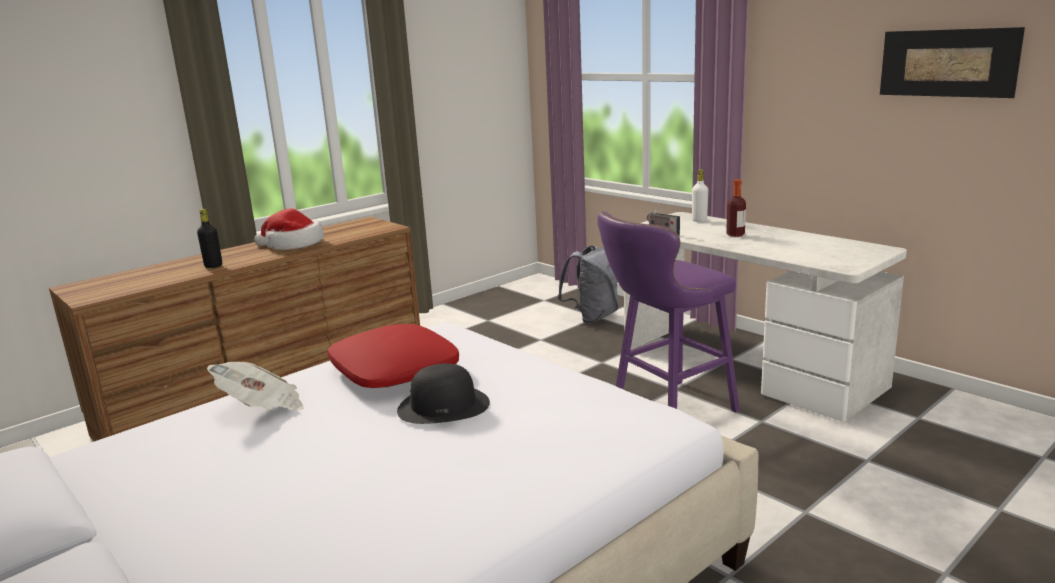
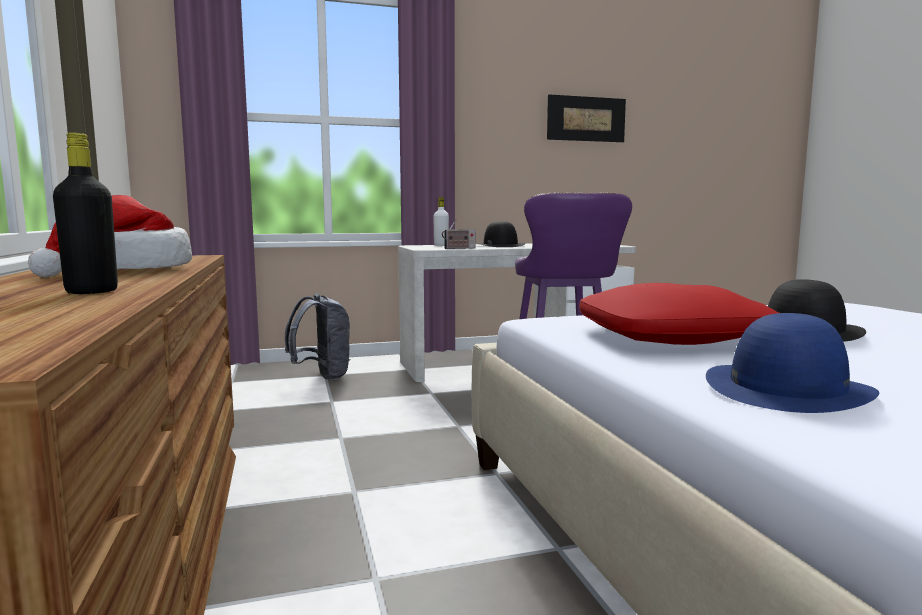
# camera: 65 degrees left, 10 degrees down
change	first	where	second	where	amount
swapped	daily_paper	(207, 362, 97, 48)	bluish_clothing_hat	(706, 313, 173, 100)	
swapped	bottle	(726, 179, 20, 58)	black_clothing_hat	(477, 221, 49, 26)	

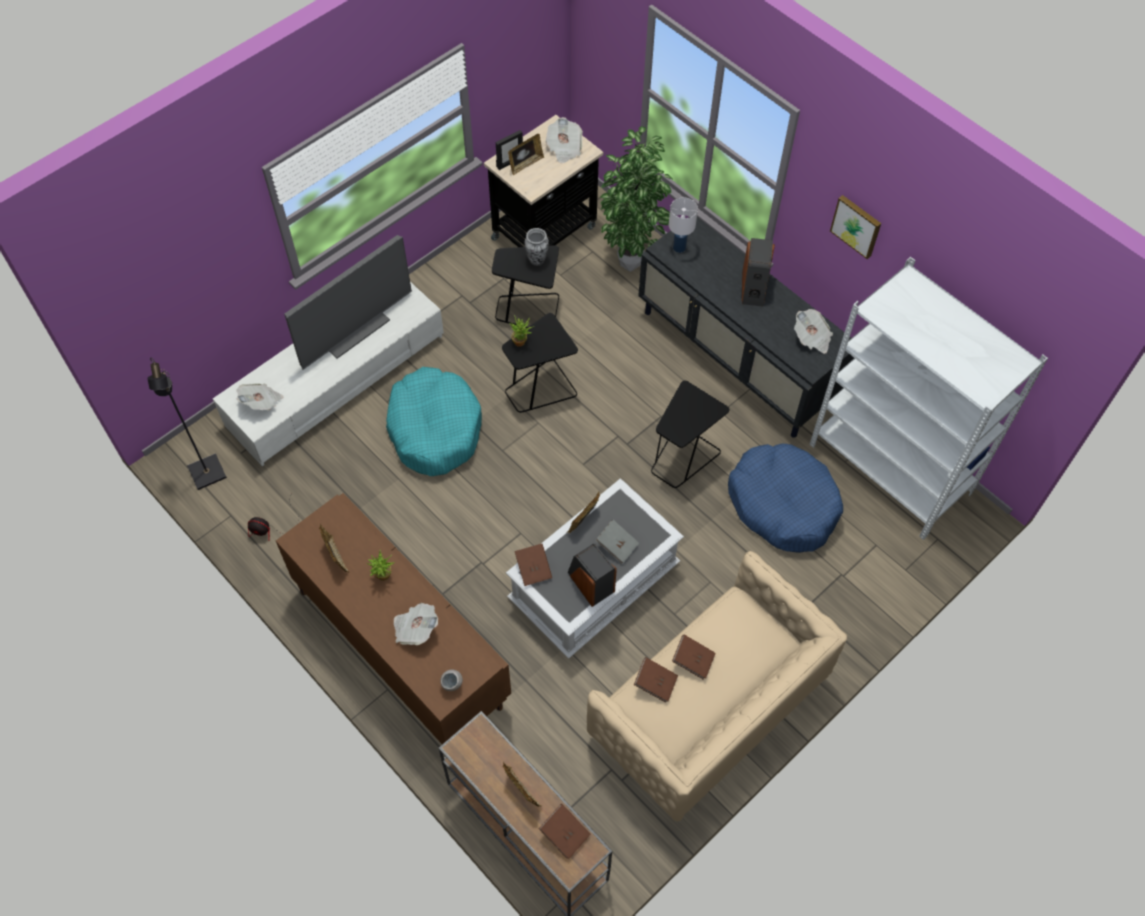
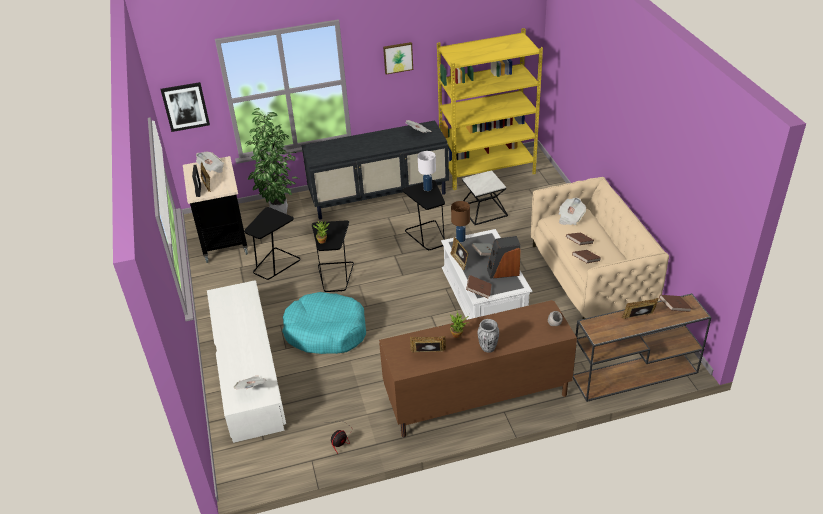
# camera: 60 degrees left, 20 degrees down
change	first	where	second	where	amount
gone	black_floor_lamp	(147, 357, 80, 133)			
gone	TV	(284, 235, 128, 135)			
shifted	daily_paper	(393, 603, 45, 42)		(558, 198, 28, 27)	
shifted	flower_vase	(525, 228, 24, 38)		(478, 319, 21, 34)	
shifted	white_table_lamp	(669, 197, 29, 56)		(418, 151, 18, 40)	
swapped	bluish_dog_bed	(728, 444, 115, 109)	end_table	(462, 170, 46, 55)	
gone	speaker	(741, 238, 34, 69)			
repainted	white_bookcase	(810, 257, 238, 283)	yellow-coloured_bookcase	(437, 28, 106, 162)	
new			wall_picture	(161, 82, 49, 50)	
new			brownish_table_lamp	(451, 201, 19, 41)	

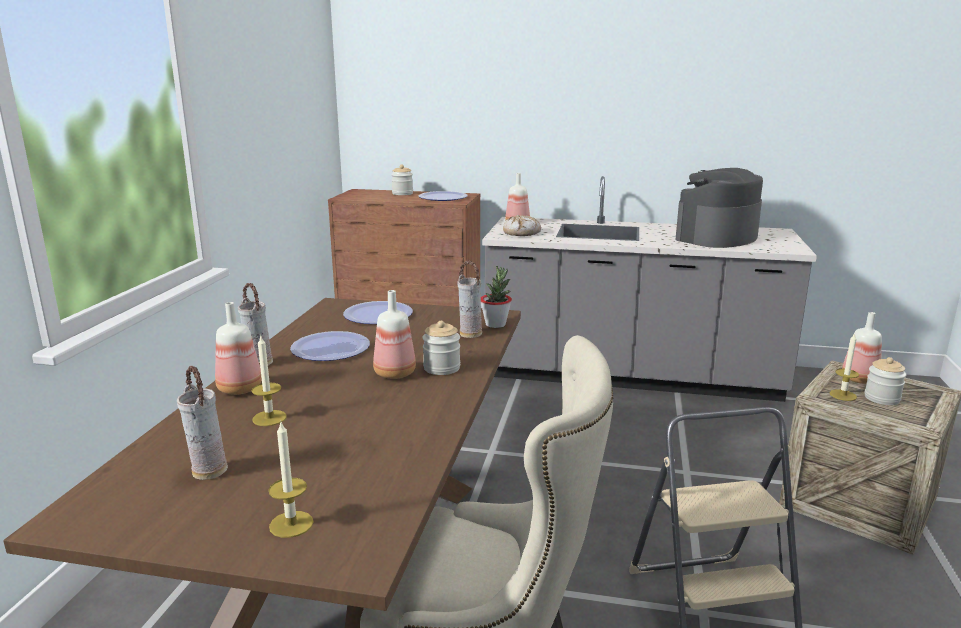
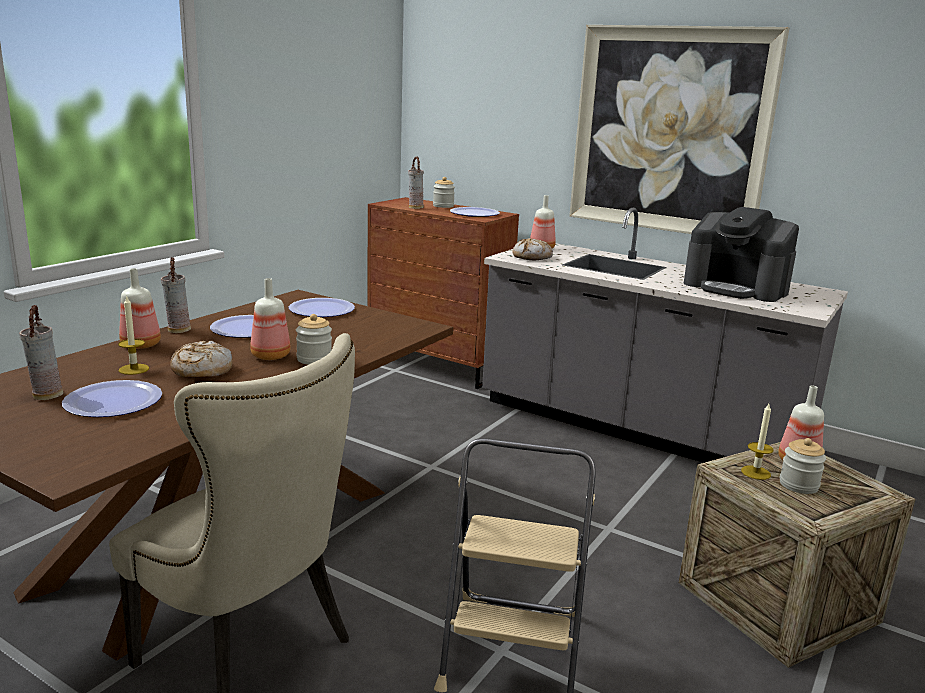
# camera: 20 degrees right, 0 degrees up
change	first	where	second	where	amount
gone	wax_light	(268, 420, 46, 118)			
shifted	flower_vase	(458, 261, 24, 77)		(408, 156, 16, 53)	
gone	plant_in_a_pot	(481, 266, 31, 62)			
rotated	coffee_maker	(676, 168, 87, 80)		(684, 207, 115, 95)	120 degrees counterclockwise
new			dinner_plate	(62, 380, 100, 37)	
new			bread	(170, 341, 62, 37)	
new			wall_picture	(569, 25, 220, 209)	

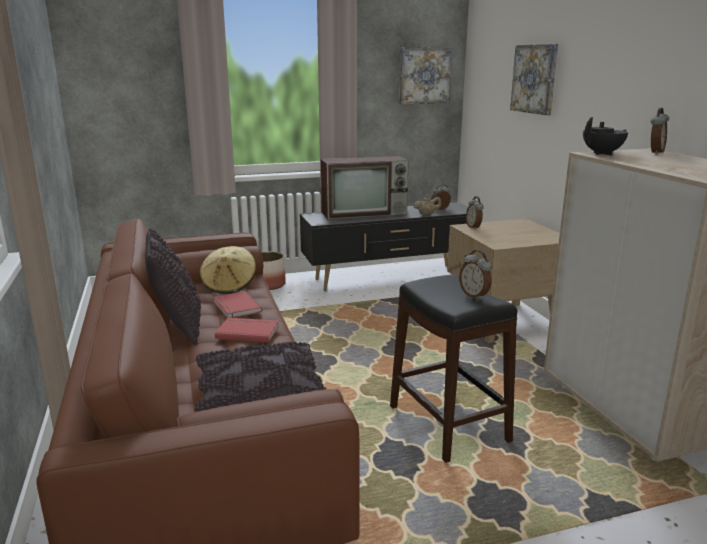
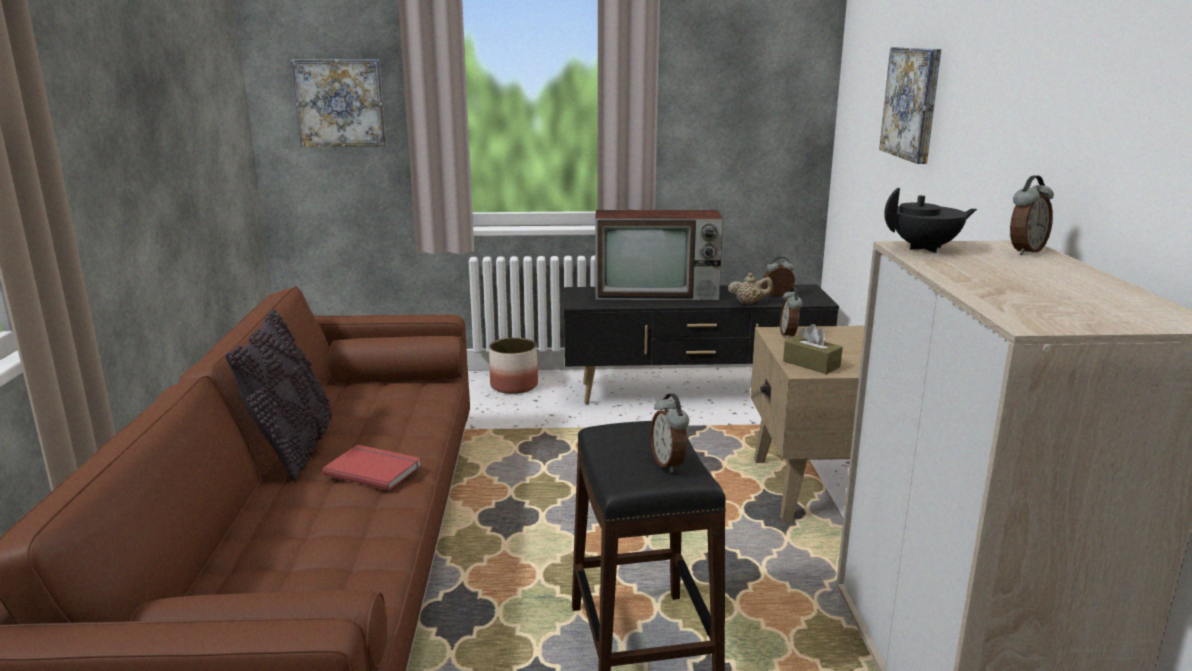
# camera: 15 degrees right, 0 degrees up
change	first	where	second	where	amount
gone	black_cushion	(195, 342, 131, 70)			
gone	beige-coloured_clothing_hat	(200, 246, 56, 48)			
gone	red-coloured_volume	(213, 291, 49, 27)			
shifted	wall_picture	(399, 47, 54, 57)		(291, 59, 95, 88)	
new			brownish_box_of_tissues	(783, 324, 60, 50)	

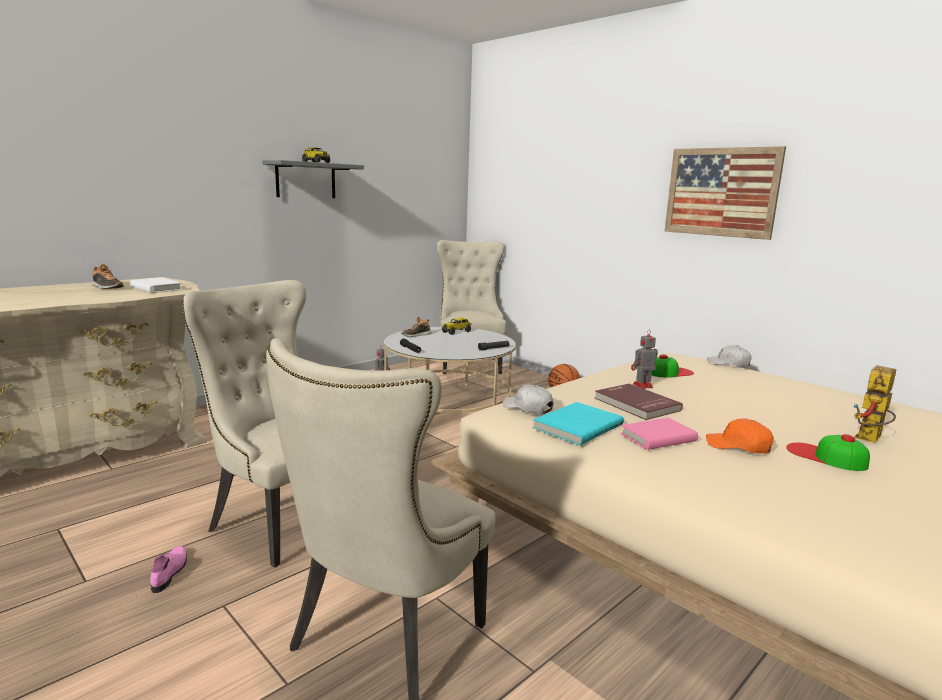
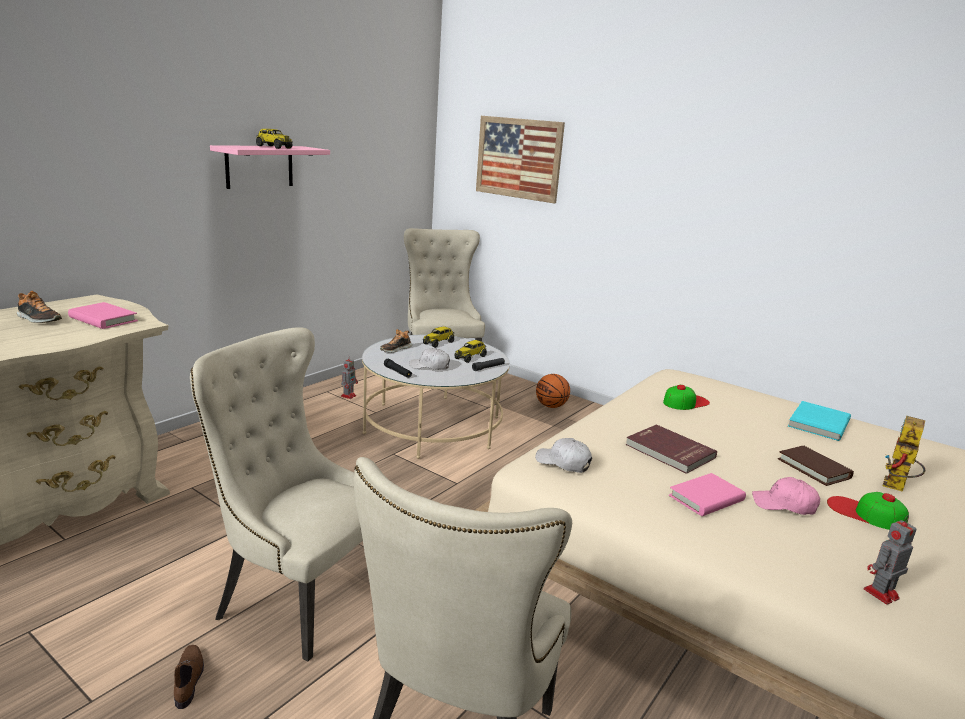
# camera: 10 degrees left, 5 degrees up
change	first	where	second	where	amount
repainted	white_volume	(130, 277, 53, 16)	pinkish_volume	(68, 302, 70, 27)	
repainted	pinkish_shoe	(150, 546, 37, 47)	brownish_shoe	(174, 645, 30, 64)	
repainted	greyish_shelf	(262, 160, 102, 38)	pinkish_shelf	(210, 145, 120, 44)	
shifted	turquoise_volume	(533, 402, 91, 43)		(788, 401, 63, 40)	
shifted	toy_robot	(631, 330, 27, 59)		(864, 515, 53, 90)	
shifted	wall_picture	(665, 146, 121, 94)		(476, 116, 89, 88)	
repainted	orange_baseball_cap	(706, 418, 68, 36)	pinkish_baseball_cap	(752, 477, 68, 38)	
shifted	white_baseball_cap	(707, 345, 45, 22)		(410, 348, 40, 22)	
new			toy_truck	(455, 340, 32, 23)	
new			brownish_volume	(778, 446, 76, 40)	

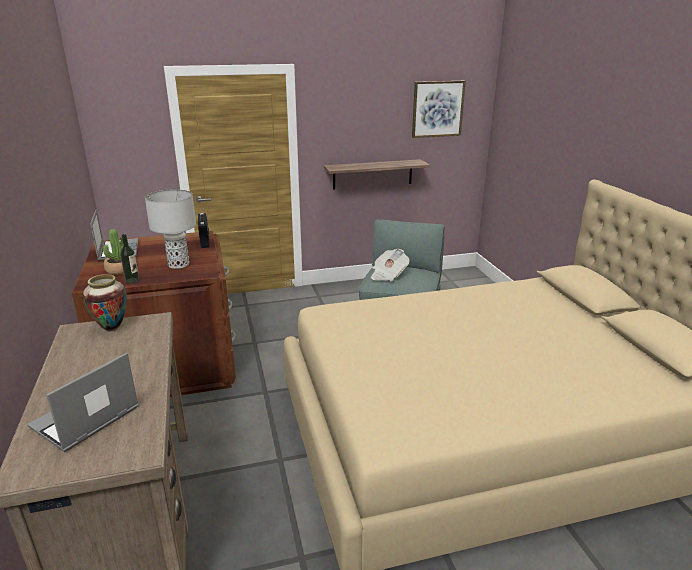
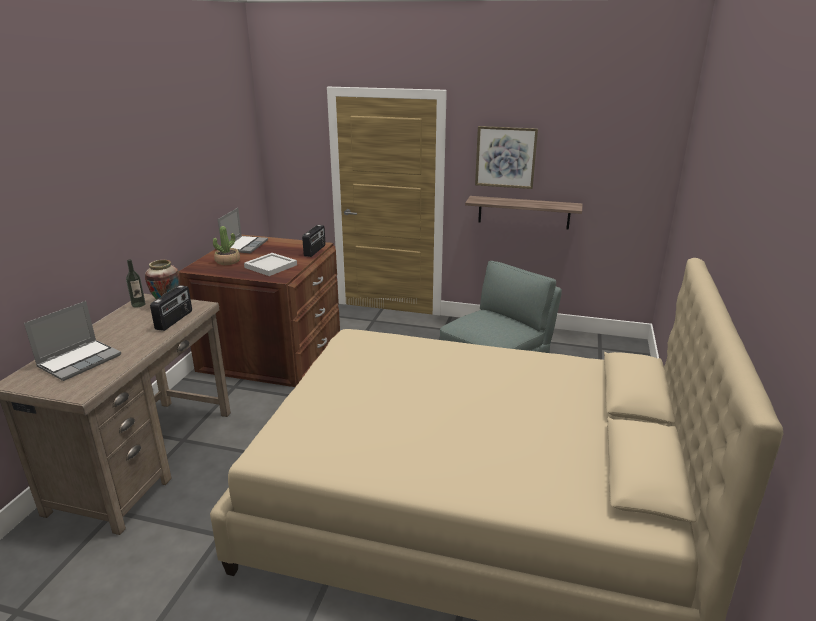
# camera: 30 degrees right, 0 degrees up
change	first	where	second	where	amount
rotated	notebook_computer	(27, 353, 112, 99)		(24, 301, 97, 80)	150 degrees clockwise
shifted	bottle	(120, 234, 19, 50)		(126, 259, 19, 49)	
swapped	white_table_lamp	(145, 189, 51, 80)	white_carrying_tray	(244, 253, 53, 23)	
gone	daily_paper	(371, 249, 38, 32)			
shifted	wall_picture	(412, 81, 54, 57)		(475, 126, 63, 63)	
new			radio_receiver	(150, 285, 42, 46)	

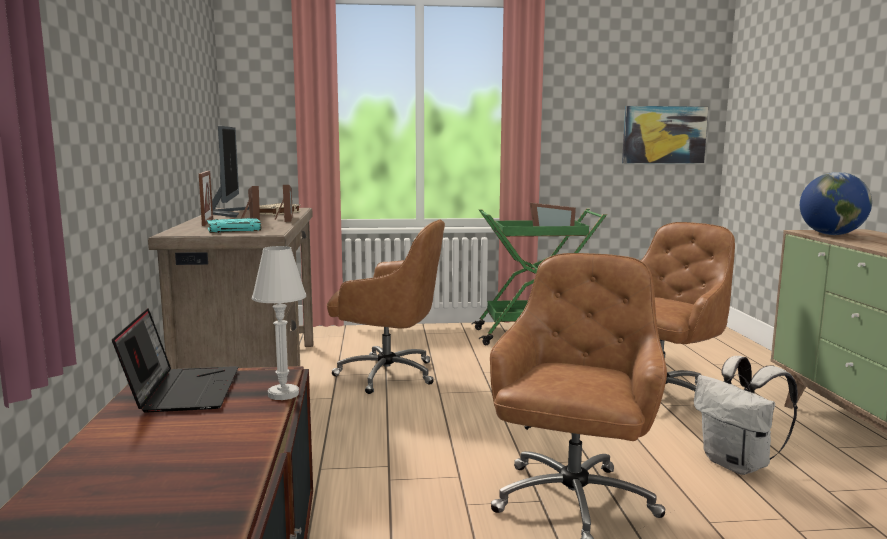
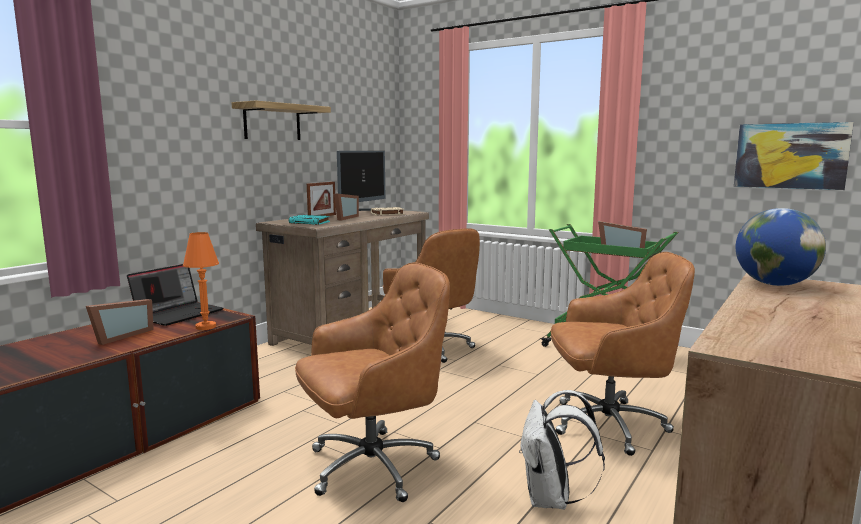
# camera: 40 degrees right, 0 degrees up
change	first	where	second	where	amount
repainted	white_table_lamp	(252, 246, 54, 154)	orange_table_lamp	(183, 232, 36, 98)	
shifted	standing_frame	(274, 185, 19, 37)		(86, 299, 68, 46)	
new			shelf	(232, 101, 99, 39)	

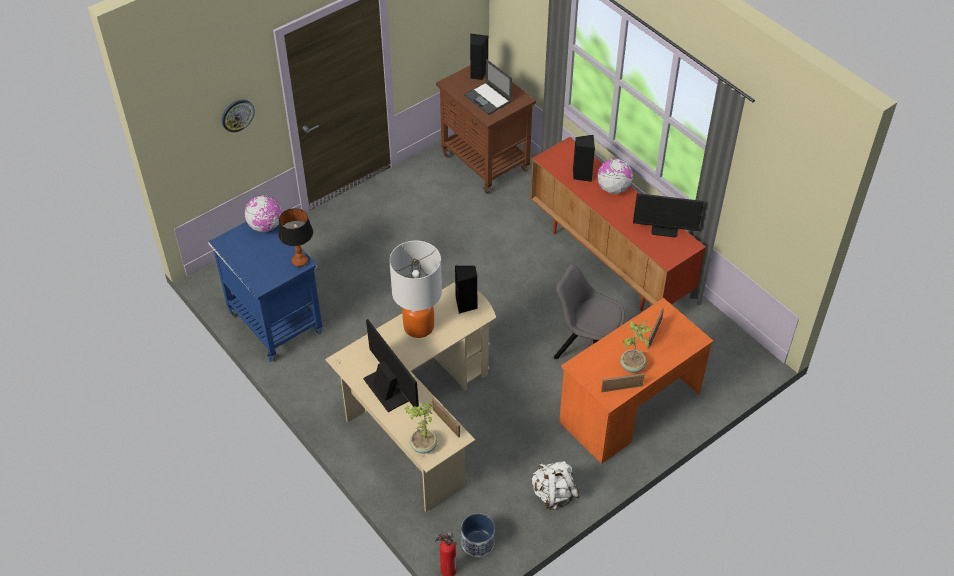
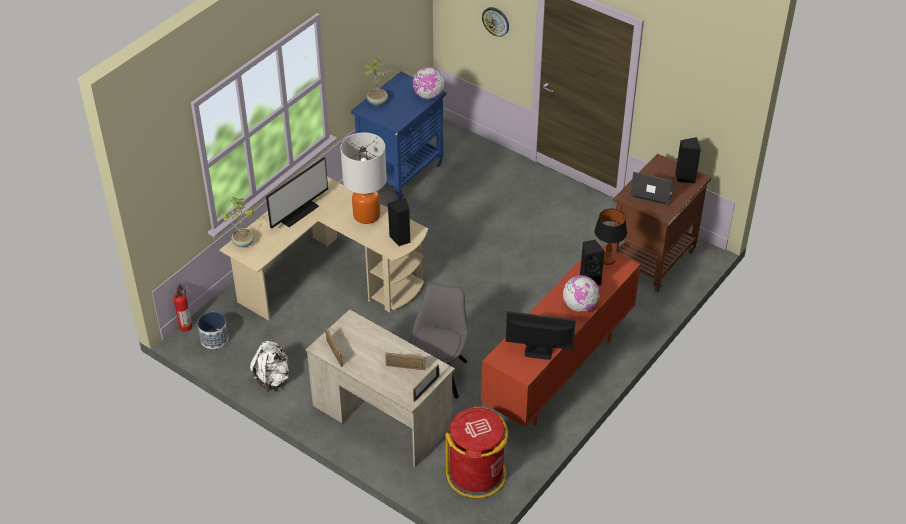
# camera: 75 degrees right, 5 degrees down
change	first	where	second	where	amount
shifted	table_lamp	(278, 208, 35, 59)		(594, 209, 33, 56)	
shifted	standing_frame	(432, 397, 28, 41)		(413, 364, 26, 38)	
rotated	notebook_computer	(464, 59, 48, 56)		(630, 172, 46, 33)	75 degrees clockwise
repainted	orange_desk	(559, 298, 154, 166)	beige-coloured_desk	(306, 309, 149, 158)	
shifted	plant_in_a_pot	(620, 320, 32, 53)		(364, 56, 30, 50)	
rotated	computer_screen	(633, 193, 71, 44)		(506, 311, 70, 49)	105 degrees clockwise
new			red-coloured_rubbish_bin	(445, 407, 63, 91)	

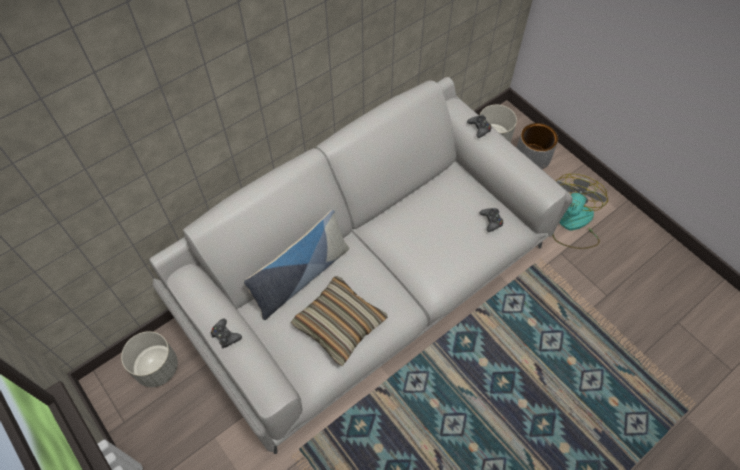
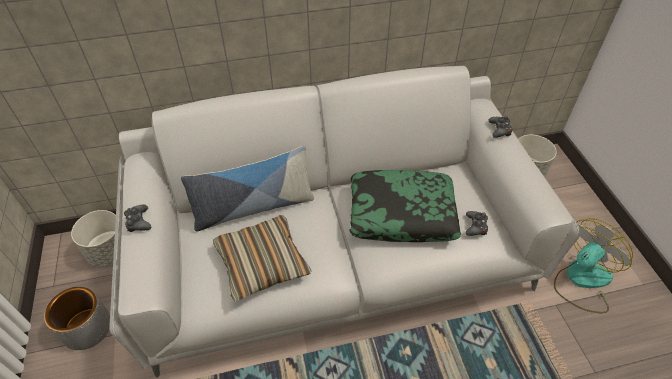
# camera: 25 degrees right, 10 degrees down
change	first	where	second	where	amount
shifted	greyish_plant_pot	(516, 123, 42, 46)		(44, 287, 66, 63)	
new			cushion	(350, 170, 111, 72)	

